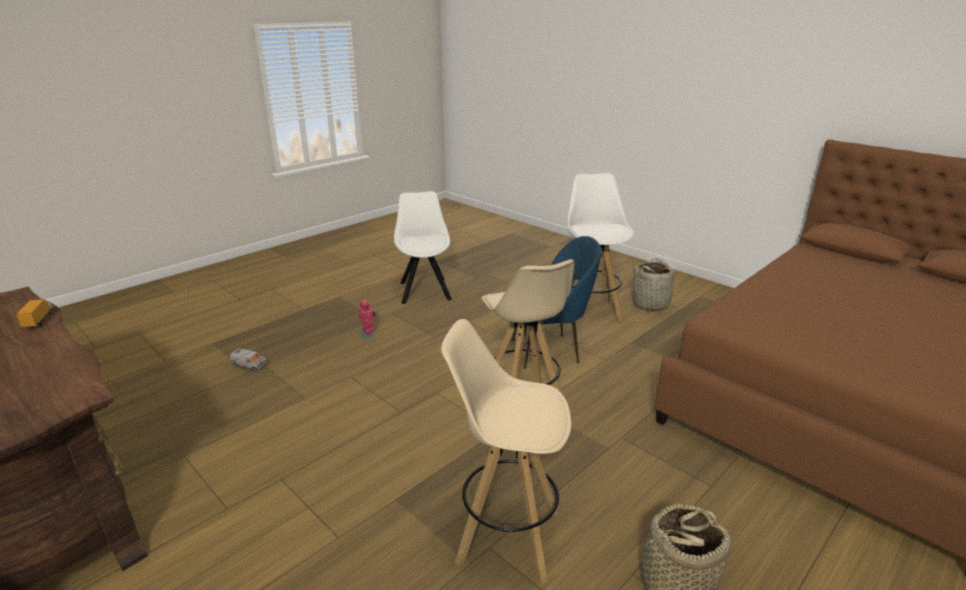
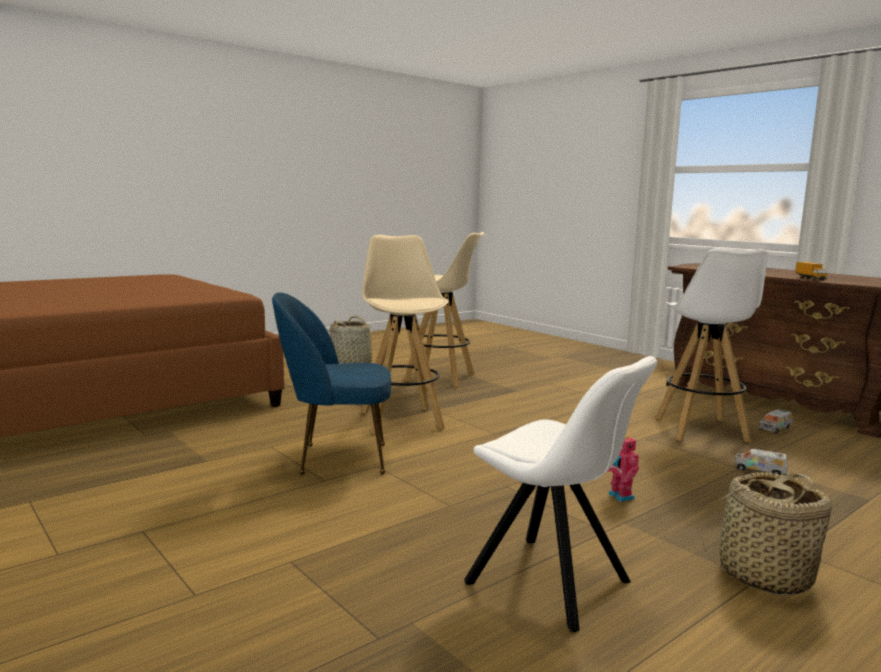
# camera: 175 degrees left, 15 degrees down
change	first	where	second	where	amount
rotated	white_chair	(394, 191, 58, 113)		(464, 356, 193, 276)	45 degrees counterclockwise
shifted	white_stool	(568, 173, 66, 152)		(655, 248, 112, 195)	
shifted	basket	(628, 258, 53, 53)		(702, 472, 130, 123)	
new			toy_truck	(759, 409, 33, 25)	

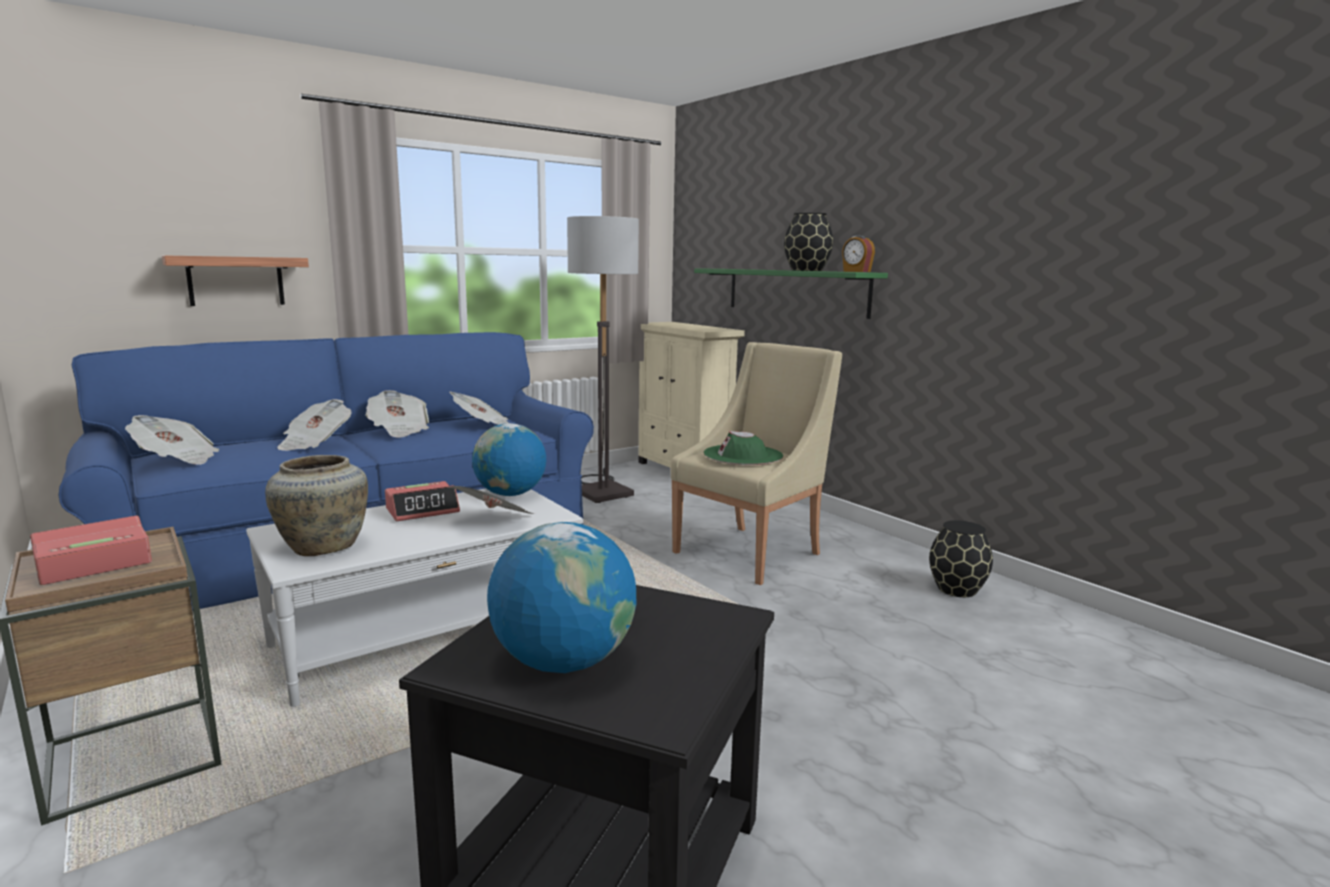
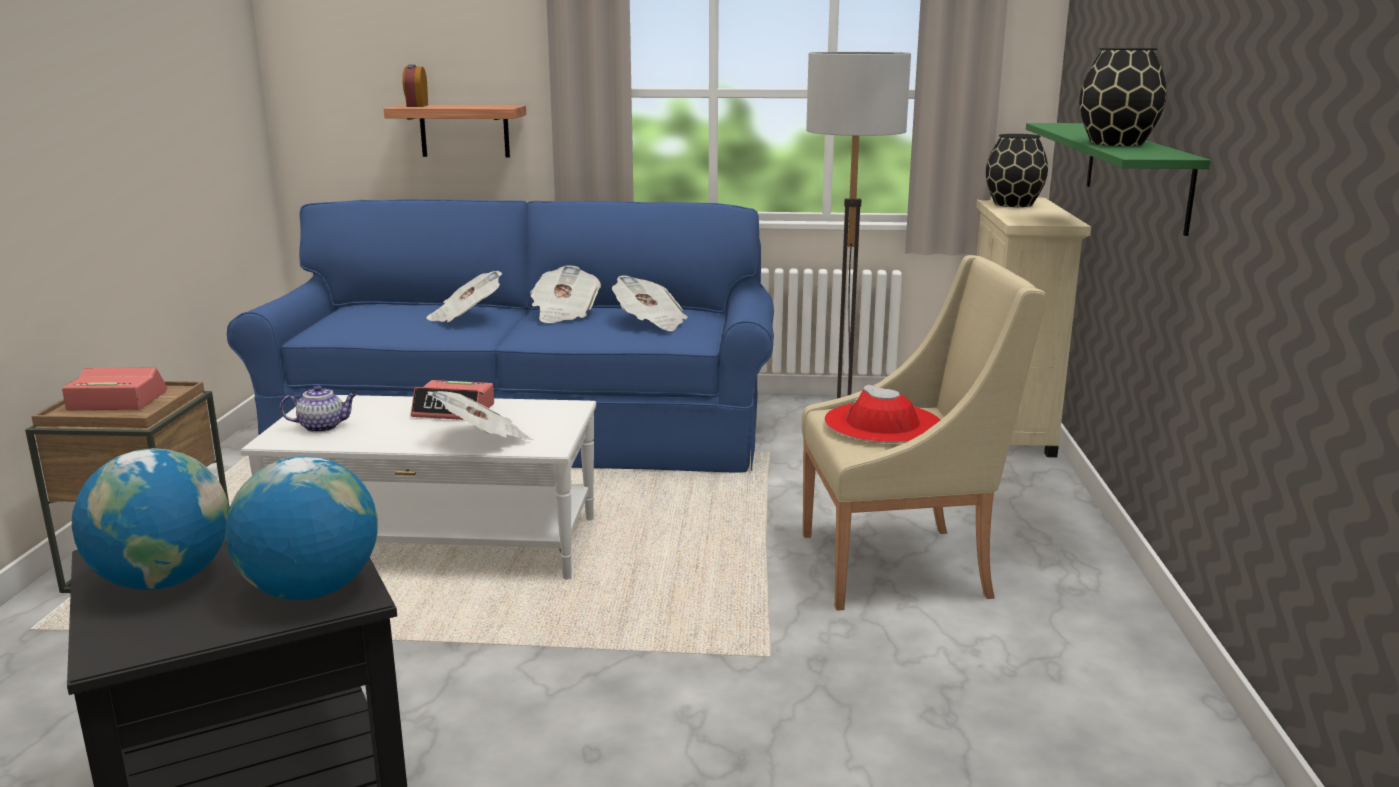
# camera: 40 degrees right, 5 degrees up
change	first	where	second	where	amount
gone	daily_paper	(125, 415, 94, 50)			
swapped	beige-coloured_flower_vase	(265, 455, 103, 101)	pot_for_tea	(280, 385, 77, 47)	
shifted	globe	(472, 423, 74, 73)		(225, 456, 153, 144)	
repainted	green_clothing_hat	(704, 431, 79, 34)	red-coloured_clothing_hat	(825, 384, 115, 59)	
shifted	alarm_clock	(842, 235, 33, 37)		(402, 65, 26, 42)	
shifted	black_flower_vase	(929, 520, 64, 77)		(986, 134, 62, 73)	

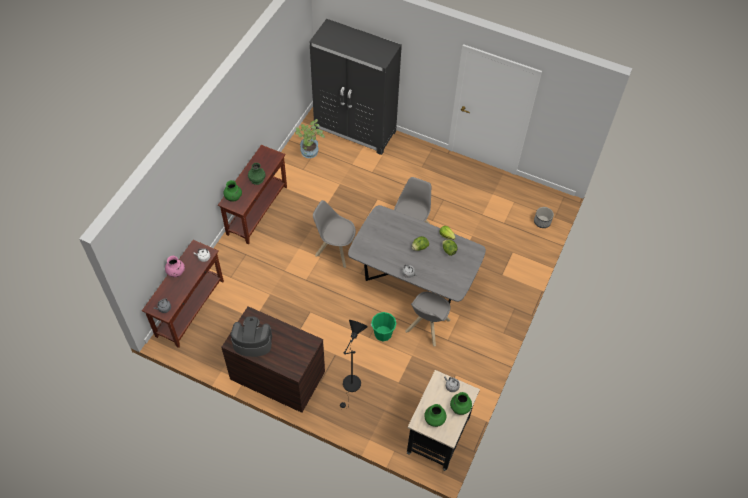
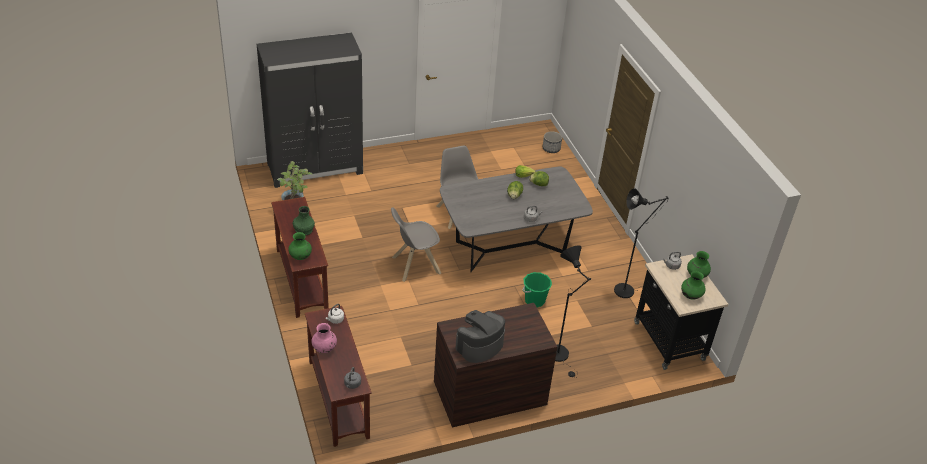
# camera: 45 degrees left, 15 degrees down
change	first	where	second	where	amount
gone	greyish_chair	(405, 292, 45, 55)			
new			black_floor_lamp	(614, 188, 55, 110)	

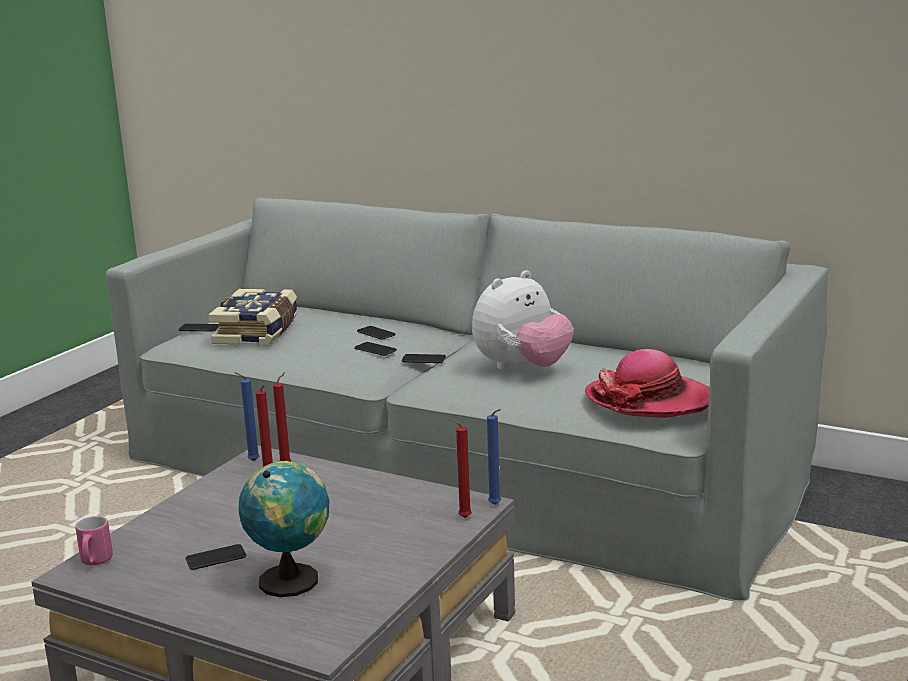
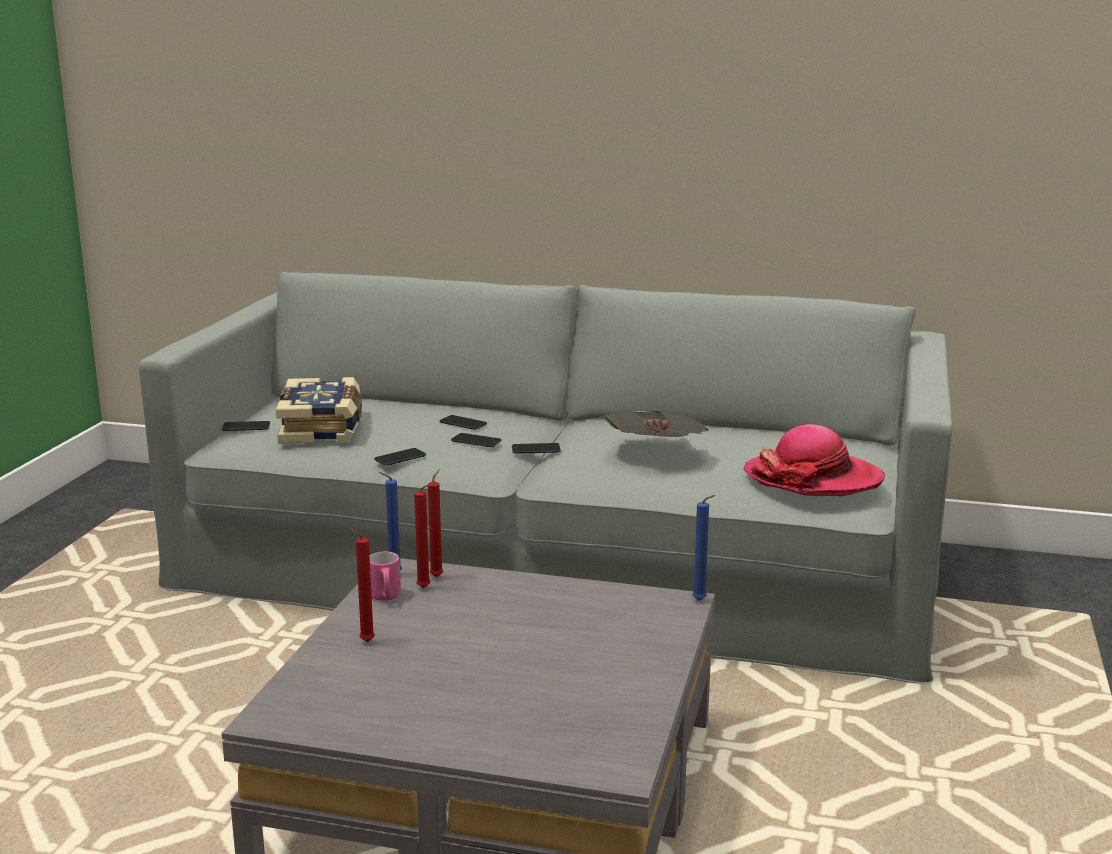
# camera: 15 degrees left, 0 degrees up
change	first	where	second	where	amount
shifted	pinkish_mug	(75, 516, 38, 49)		(370, 552, 31, 49)	
shifted	telephone	(186, 544, 60, 26)		(374, 448, 52, 18)	
gone	globe	(239, 461, 90, 136)			
shifted	red-coloured_wax_light	(450, 418, 22, 100)		(348, 529, 27, 113)	
swapped	plush_toy	(472, 270, 102, 100)	daily_paper	(600, 411, 108, 26)	

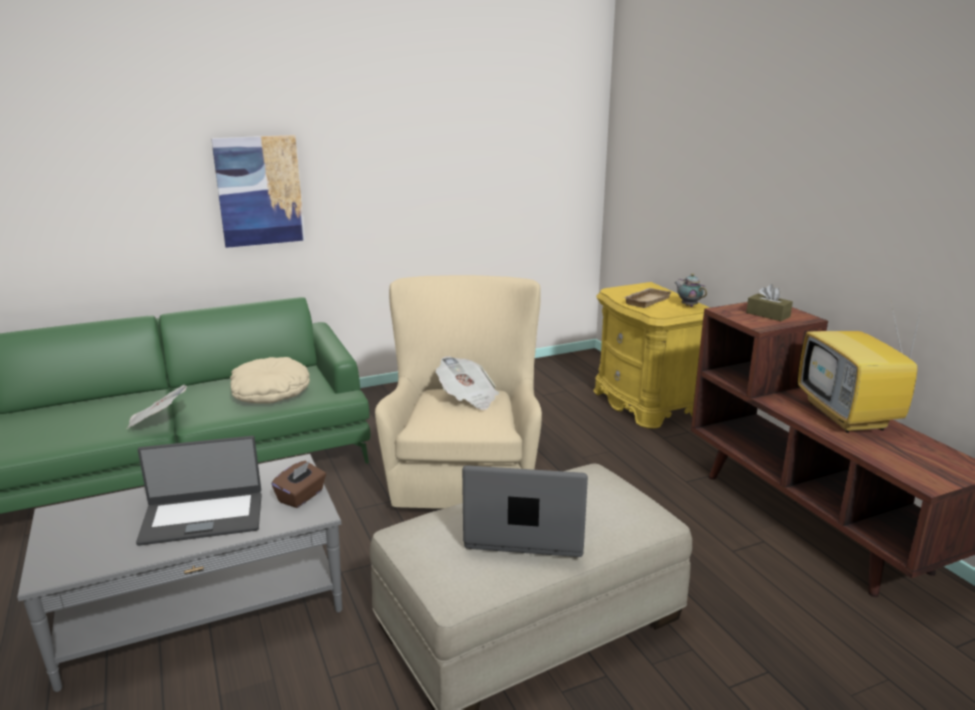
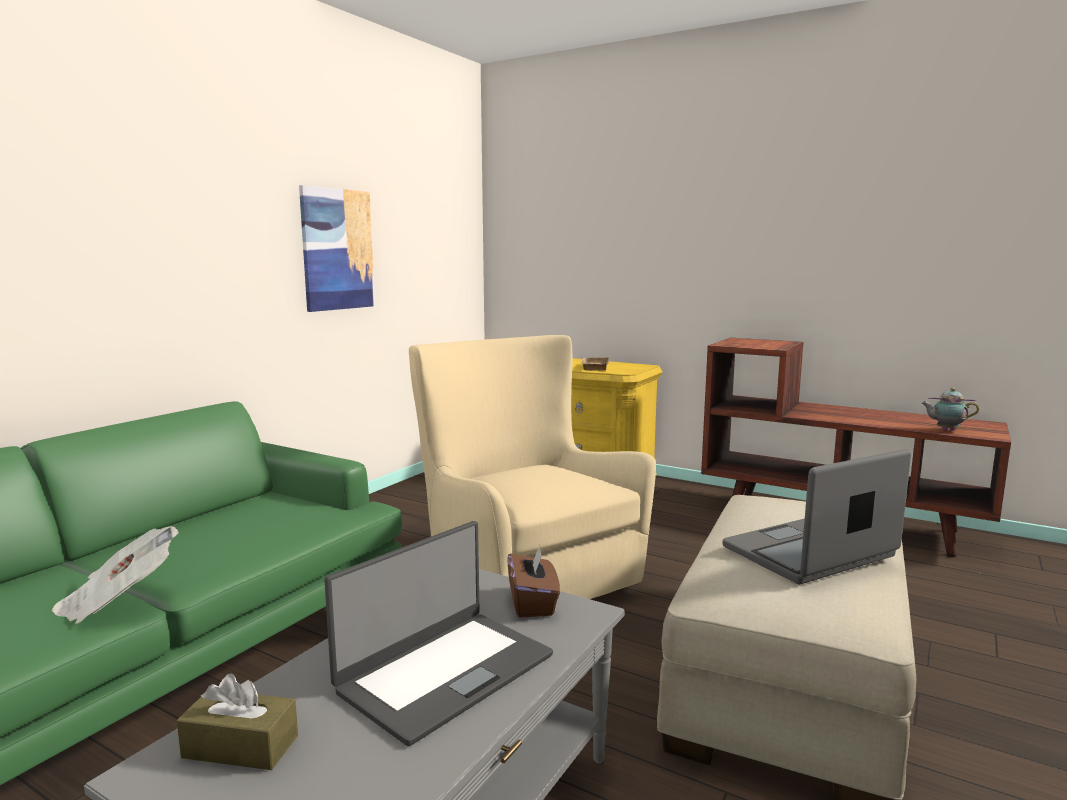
# camera: 35 degrees left, 10 degrees down
change	first	where	second	where	amount
shifted	wall_picture	(211, 135, 94, 113)		(299, 185, 76, 127)	
gone	beige-coloured_cushion	(230, 357, 80, 47)			
gone	daily_paper	(436, 356, 63, 54)			
shifted	pot_for_tea	(674, 273, 33, 34)		(921, 388, 58, 43)	
shifted	brownish_box_of_tissues	(746, 284, 47, 37)		(177, 673, 121, 97)	
gone	TV	(798, 303, 124, 130)			

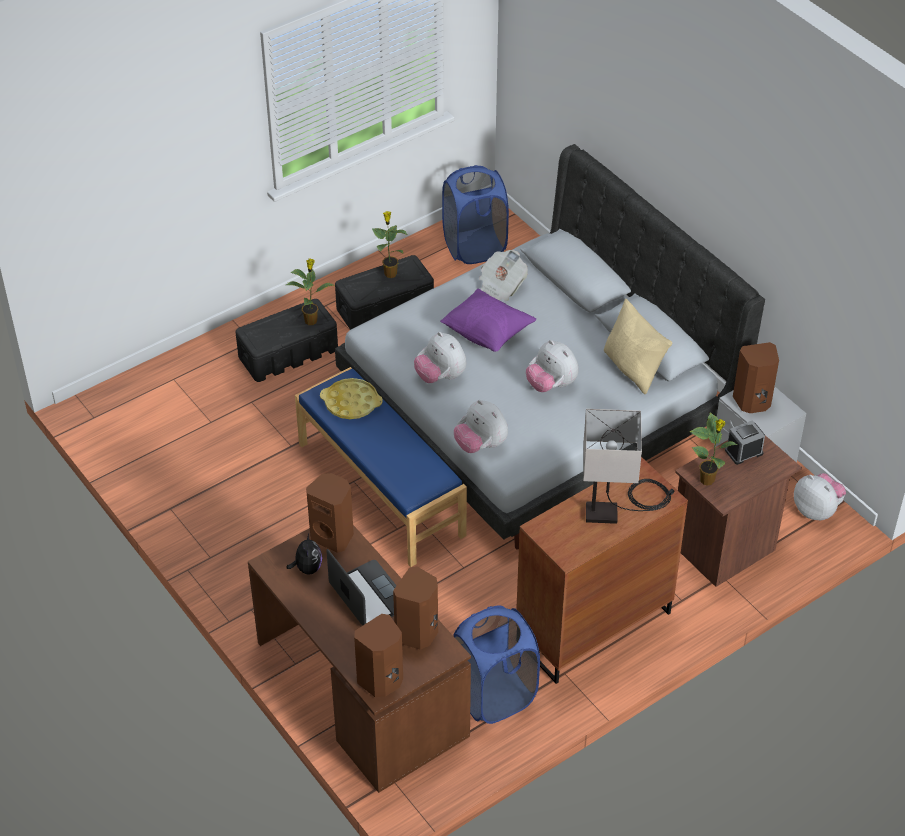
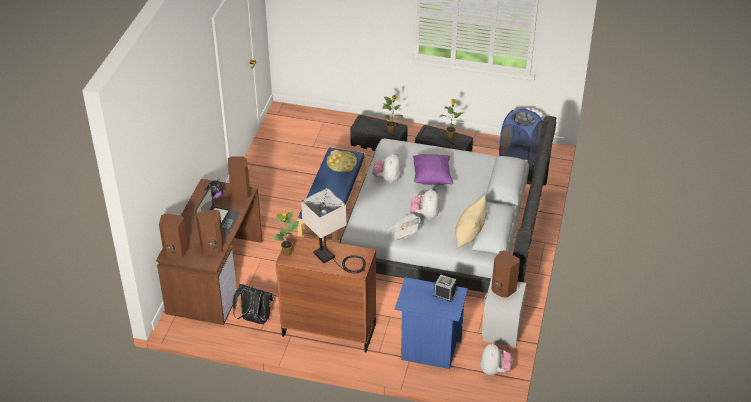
# camera: 50 degrees right, 5 degrees down
change	first	where	second	where	amount
swapped	bluish_washing_basket	(453, 605, 87, 119)	black_rucksack	(233, 284, 41, 40)	
gone	plush_toy	(454, 400, 54, 53)			
shifted	daily_paper	(479, 250, 49, 51)		(387, 214, 34, 27)	
repainted	brownish_bedside_table	(675, 435, 127, 152)	bluish_bedside_table	(395, 277, 73, 92)	
shifted	plant_in_a_pot	(689, 412, 49, 74)		(272, 211, 27, 45)	

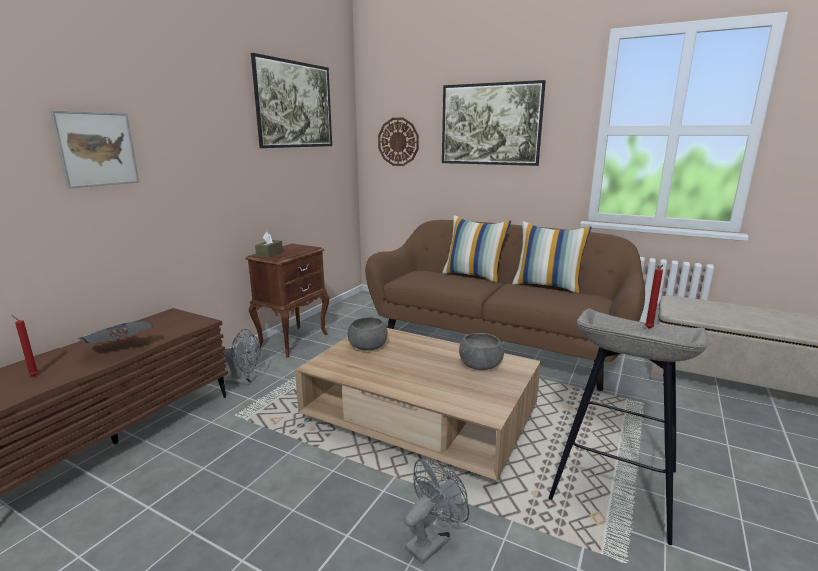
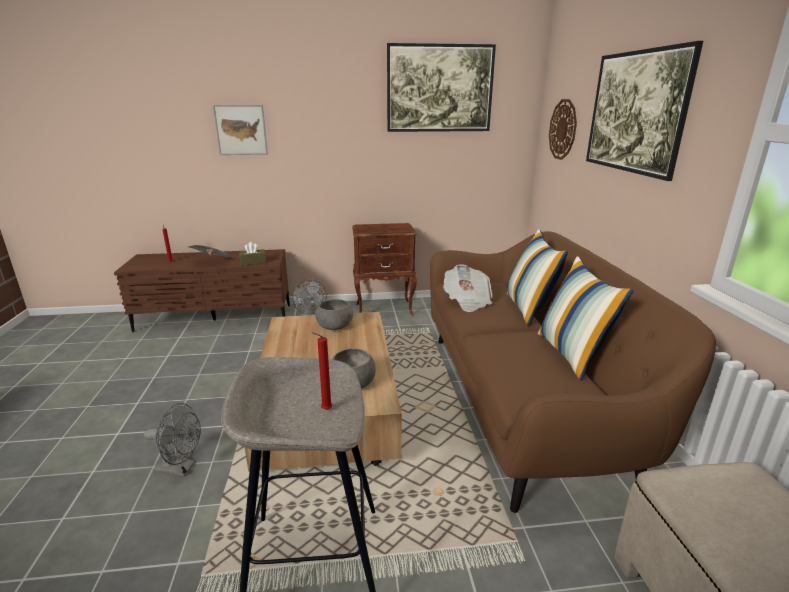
# camera: 55 degrees right, 5 degrees up
change	first	where	second	where	amount
shifted	brownish_box_of_tissues	(255, 232, 28, 26)		(239, 242, 27, 24)	
new			daily_paper	(443, 264, 49, 48)	

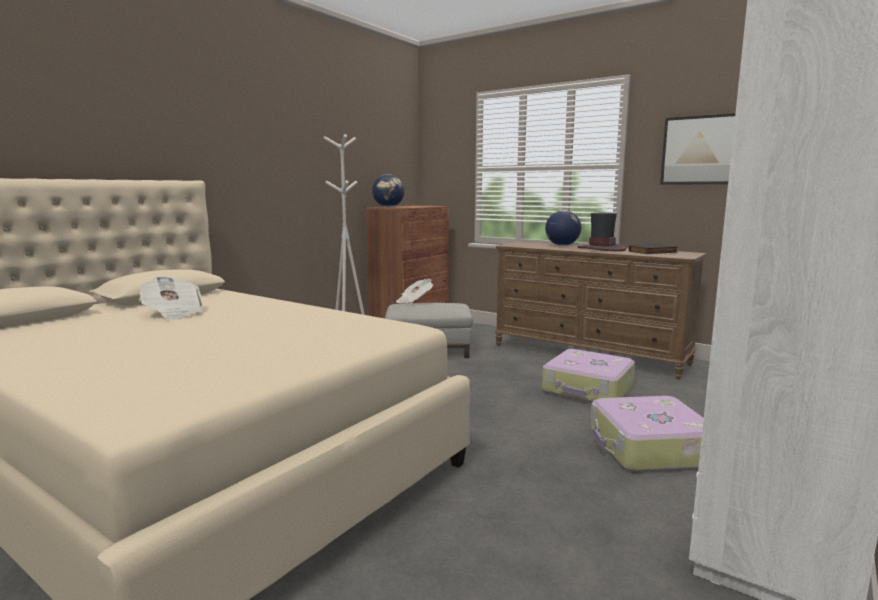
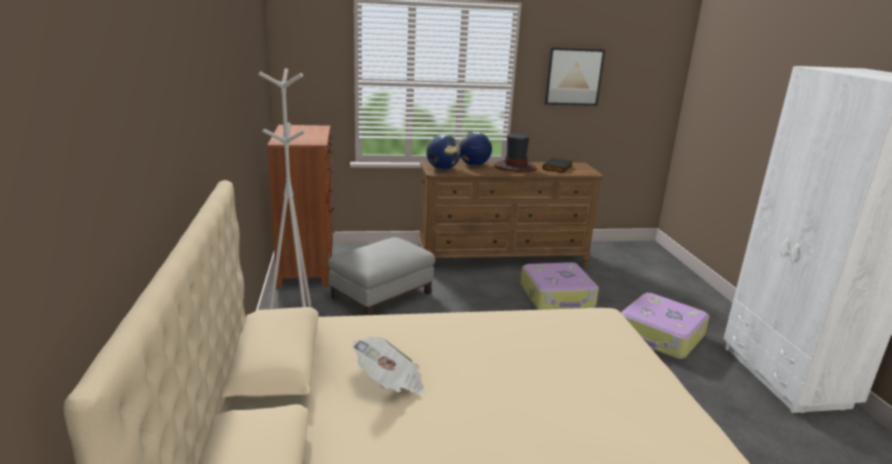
# camera: 45 degrees left, 10 degrees up
change	first	where	second	where	amount
shifted	globe	(372, 174, 33, 33)		(426, 135, 35, 35)	
gone	daily_paper	(396, 279, 37, 24)			

